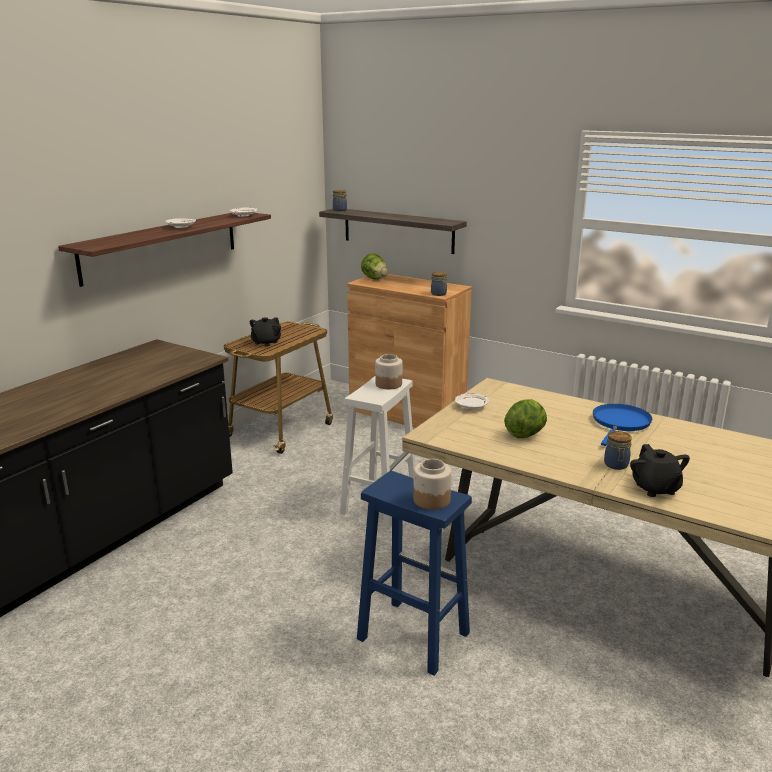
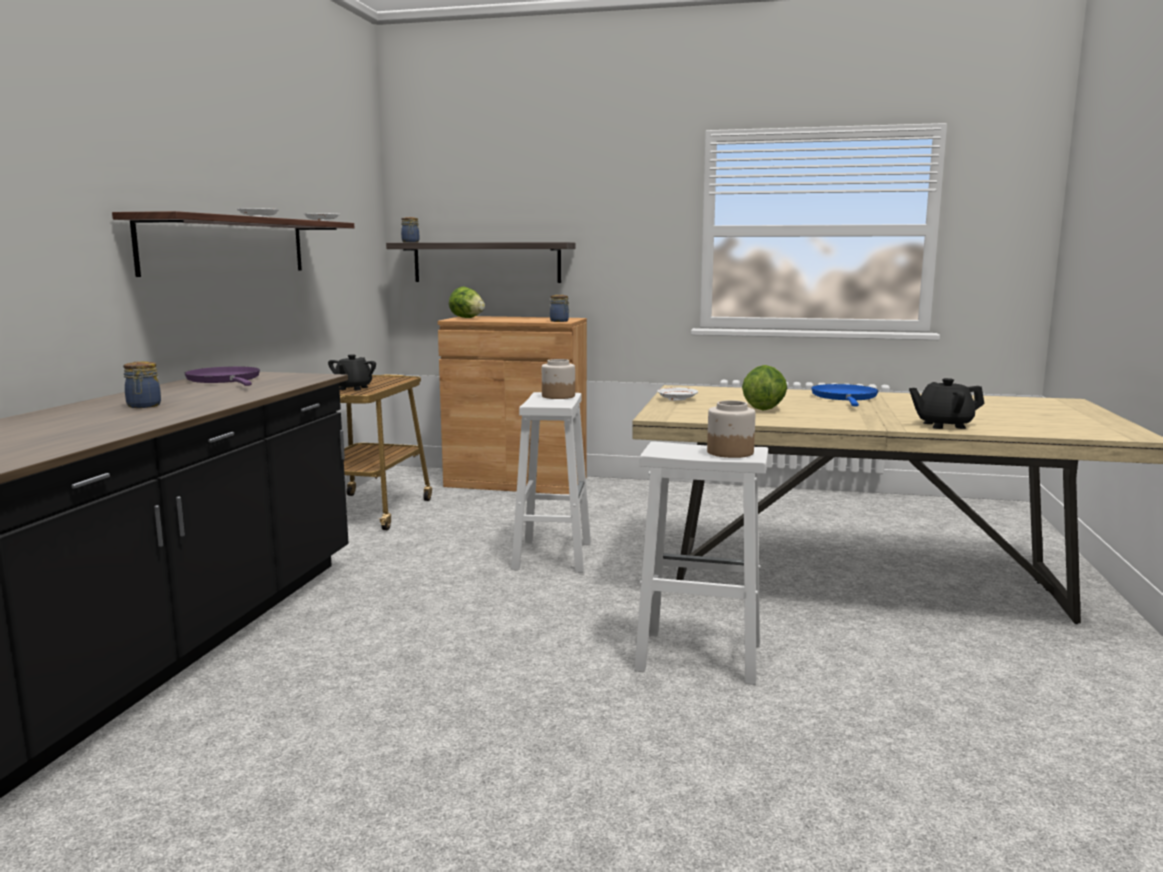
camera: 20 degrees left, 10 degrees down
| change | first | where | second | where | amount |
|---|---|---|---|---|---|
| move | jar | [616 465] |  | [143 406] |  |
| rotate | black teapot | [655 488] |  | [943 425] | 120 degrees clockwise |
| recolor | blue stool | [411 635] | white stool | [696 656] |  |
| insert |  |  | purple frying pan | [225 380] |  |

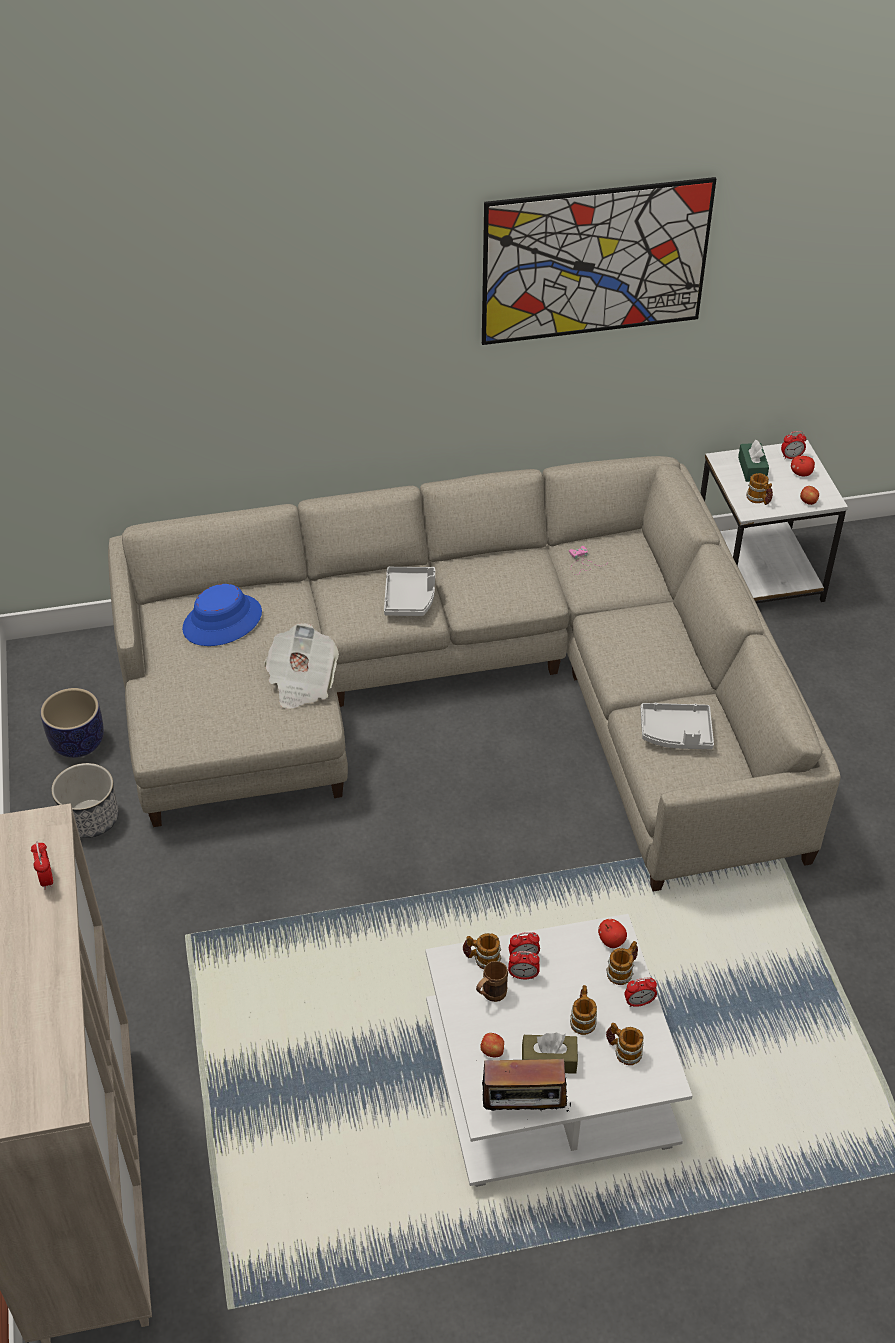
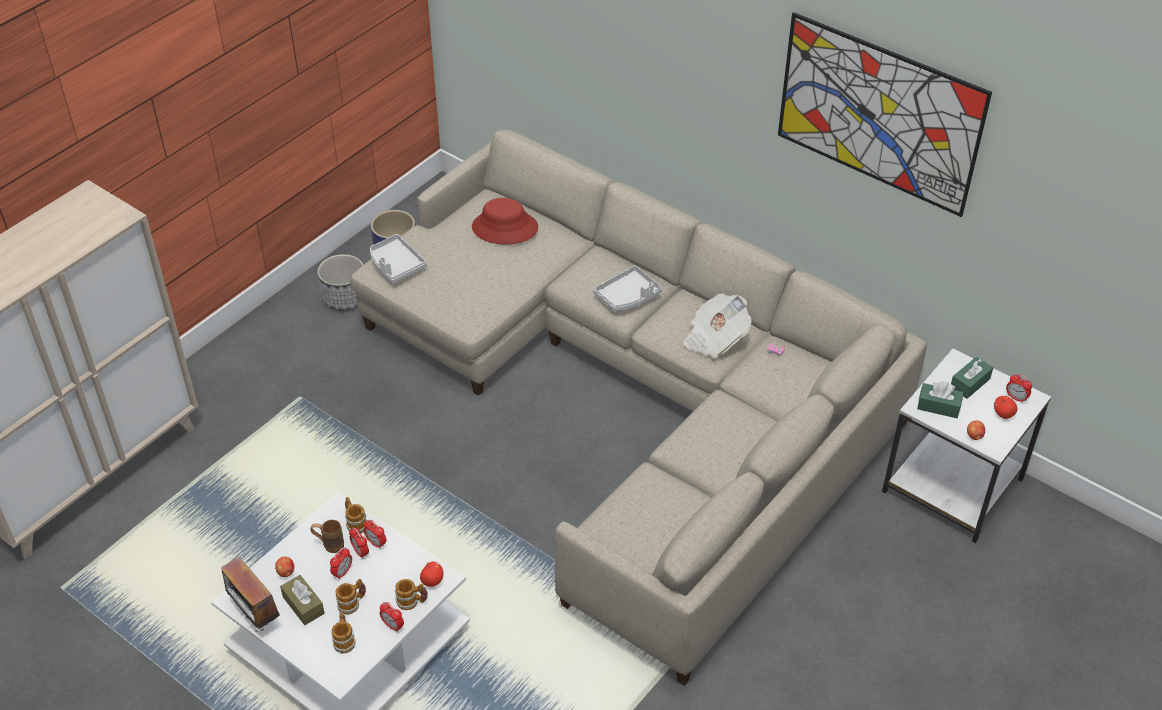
camera: 50 degrees right, 0 degrees up
| change | first | where | second | where | amount |
|---|---|---|---|---|---|
| replace | mug | [759 499] | green tissue box | [938 406] |  |
| recolor | blue hat | [222 621] | red hat | [505 228] |  |
| move | newspaper | [301 682] |  | [715 338] |  |
| move | grey tray | [676 733] |  | [396 265] |  |
| move | alarm clock | [46 879] |  | [342 572] |  |

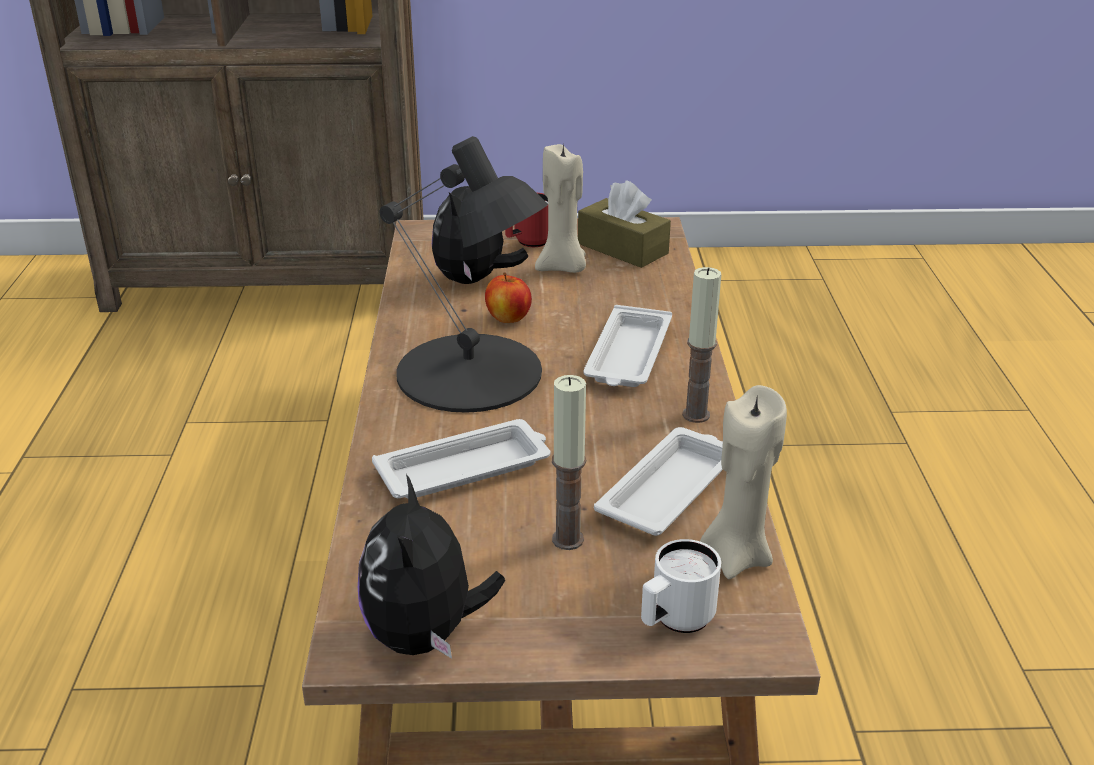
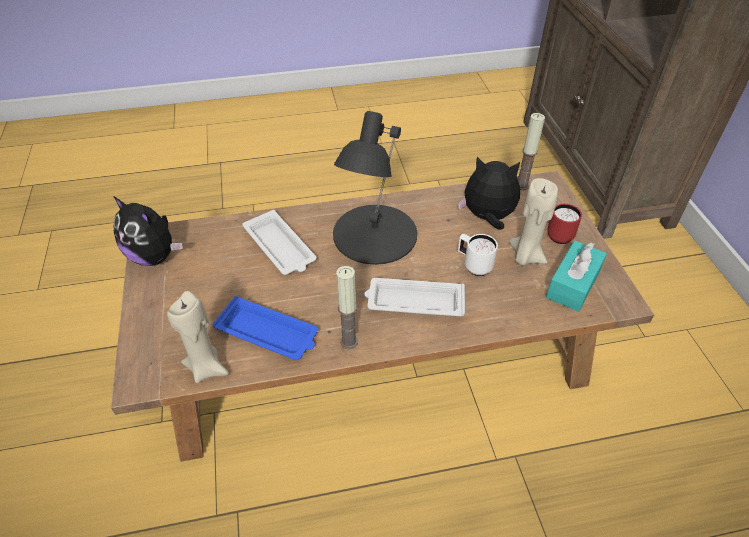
camera: 80 degrees right, 15 degrees up
| change | first | where | second | where | amount |
|---|---|---|---|---|---|
| recolor | brown tissue box | [622 248] | turquoise tissue box | [573 284] |  |
| delete | apple | [508 318] |  |  |  |
| move | candle | [567 539] |  | [522 185] |  |
| recolor | white tray | [669 488] | blue tray | [268 333] |  |
| rotate | plush toy | [426 635] |  | [154 256] | 135 degrees counterclockwise |
| move | white mug | [675 621] |  | [473 265] |  |

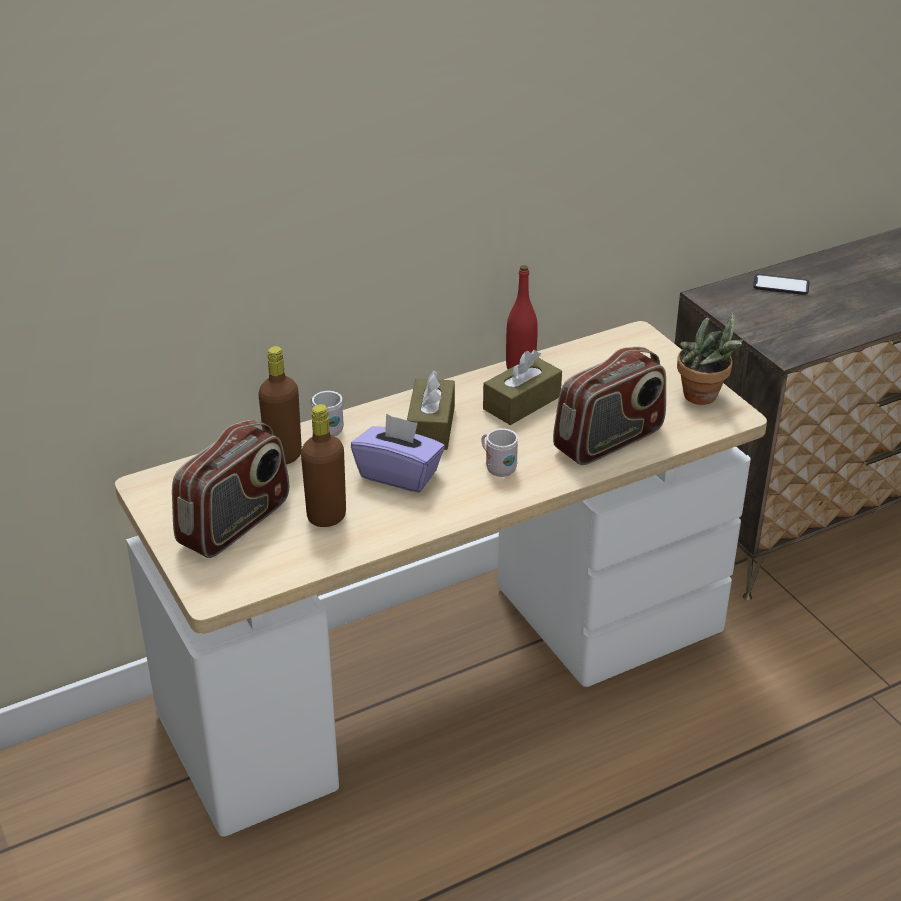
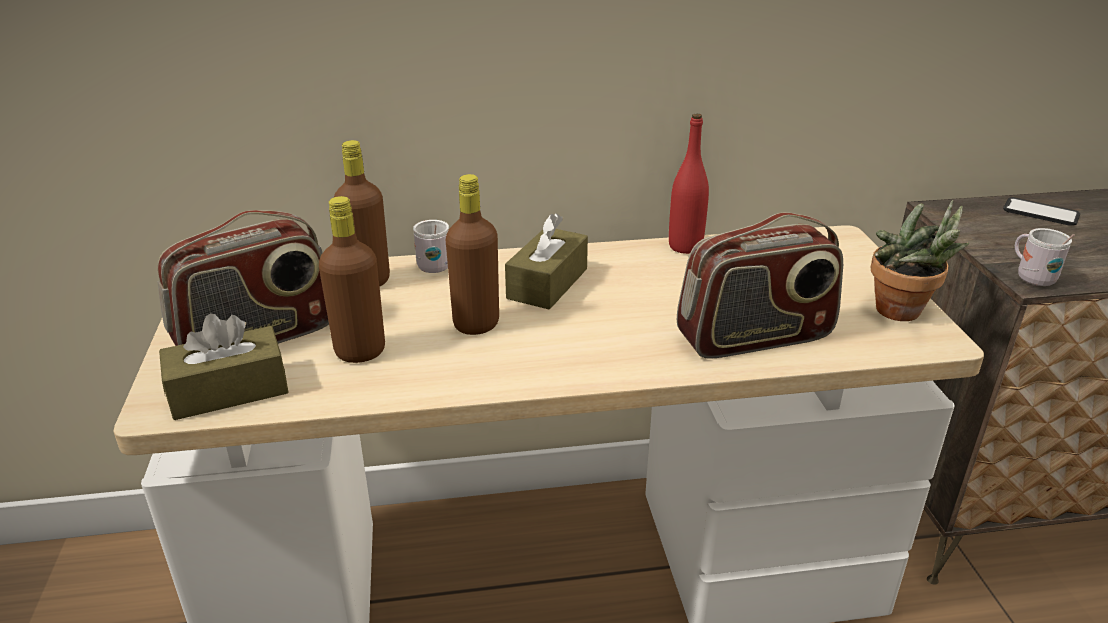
camera: 20 degrees right, 5 degrees down
| change | first | where | second | where | amount |
|---|---|---|---|---|---|
| move | brown tissue box | [522 403] |  | [229 391] |  |
| replace | purple tissue box | [399 474] | brown bottle | [476 324] |  |
| move | white mug | [497 467] |  | [1031 277] |  |

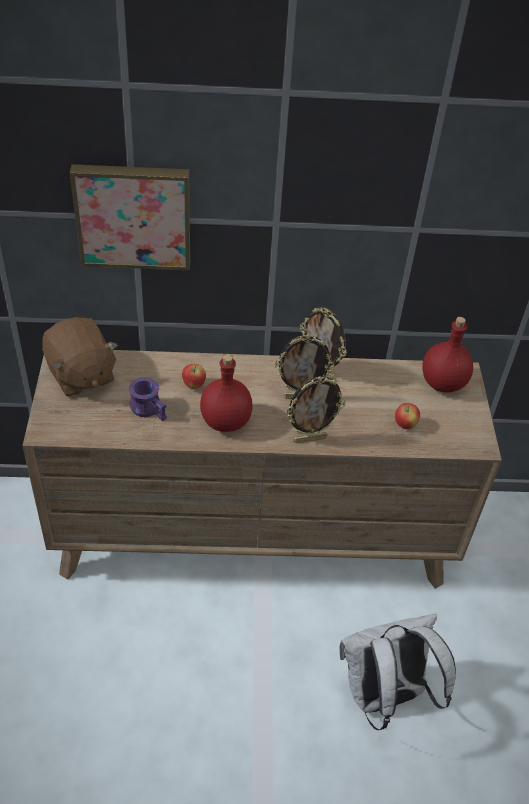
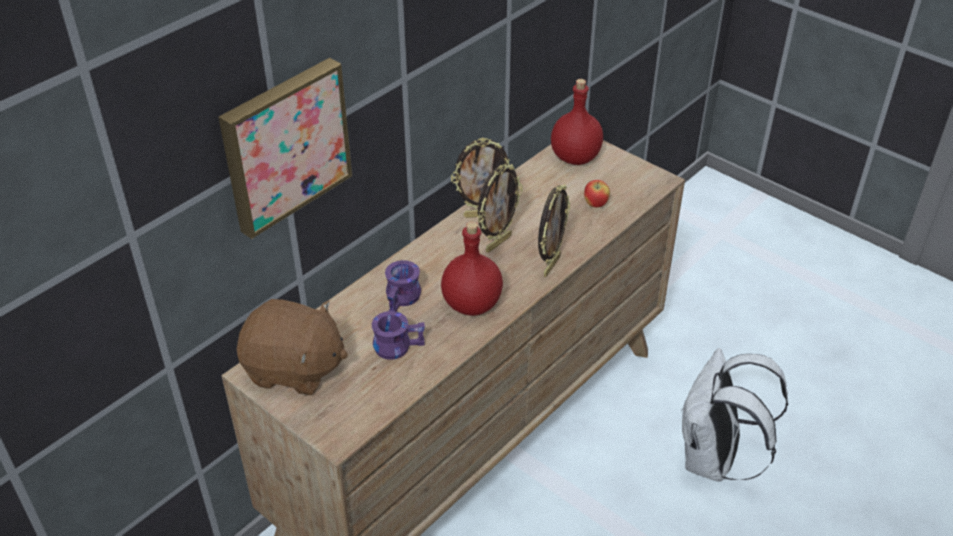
camera: 45 degrees left, 5 degrees down
| change | first | where | second | where | amount |
|---|---|---|---|---|---|
| replace | apple | [193 385] | purple mug | [404 299] |  |

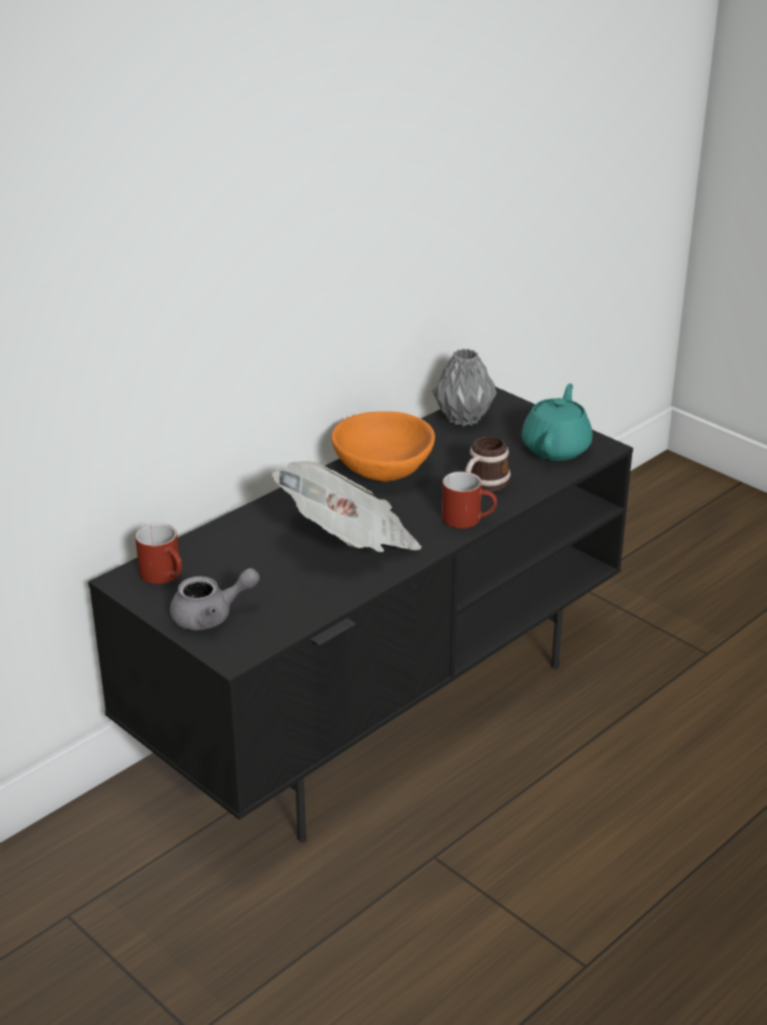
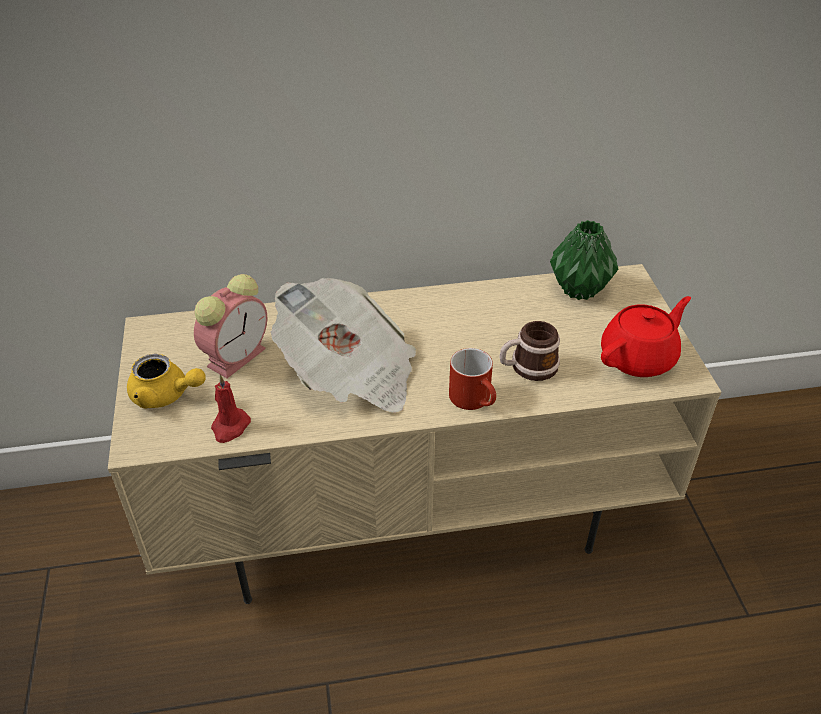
camera: 35 degrees right, 10 degrees up
| change | first | where | second | where | amount |
|---|---|---|---|---|---|
| recolor | grey vase | [462 419] | green vase | [578 290] |  |
| recolor | turquoise teapot | [556 447] | red teapot | [639 358] |  |
| recolor | black tv stand | [380 706] | beige tv stand | [411 511] |  |
| delete | orange bowl | [383 471] |  |  |  |
| delete | red mug | [166 575] |  |  |  |
| recolor | grey teapot | [211 616] | yellow teapot | [166 395] |  |
| insert |  |  | alarm clock | [238 356] |  |
| insert |  |  | red candle | [230 427] |  |

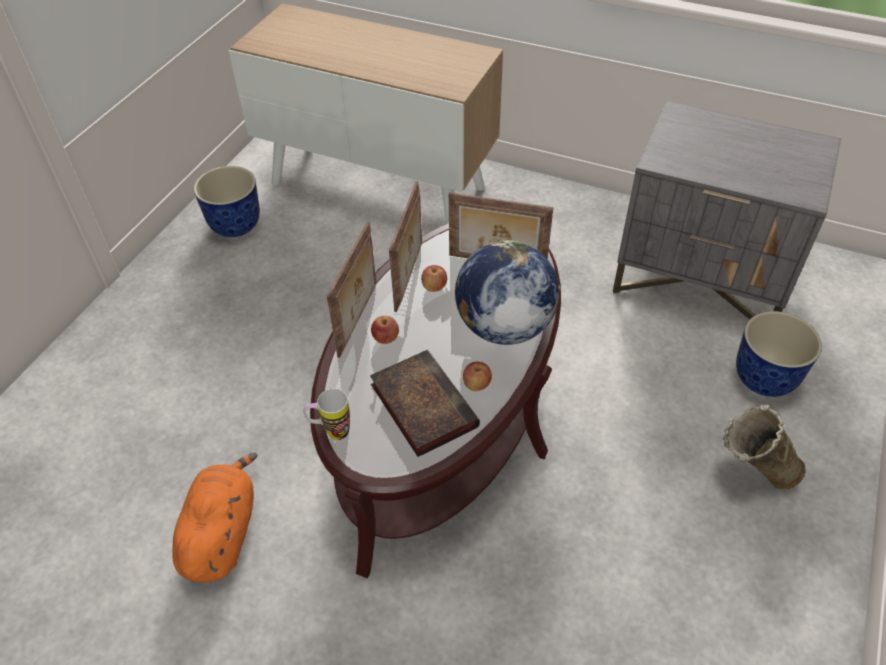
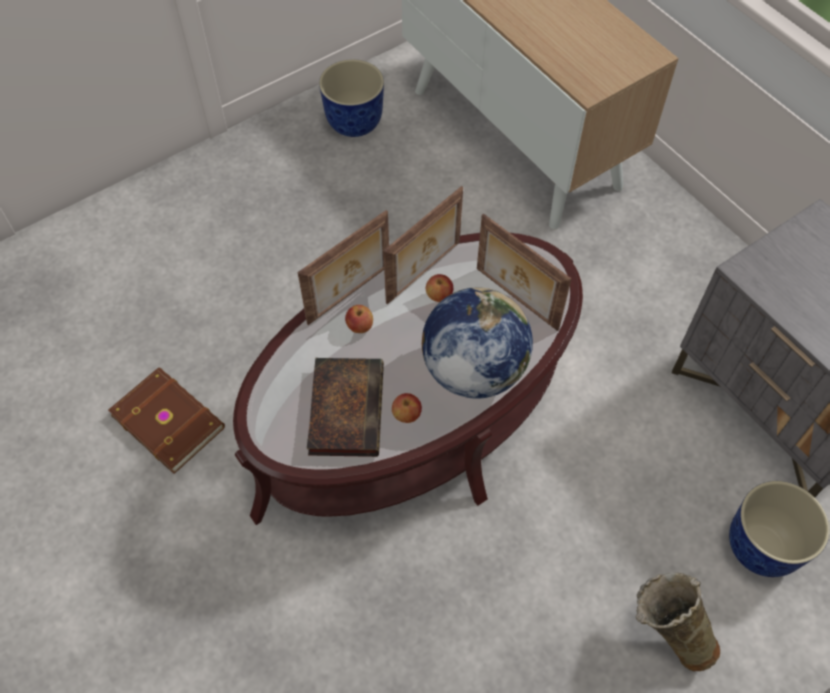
camera: 30 degrees right, 10 degrees up
| change | first | where | second | where | amount |
|---|---|---|---|---|---|
| delete | mug | [330 432] |  |  |  |
| replace | orange plush toy | [222 533] | brown book | [169 420] |  |

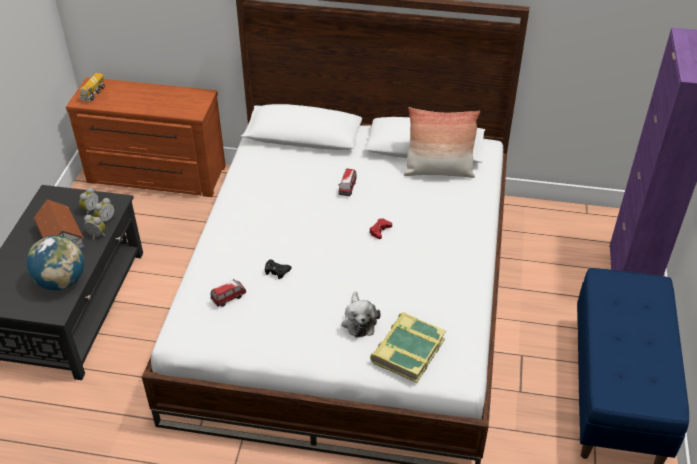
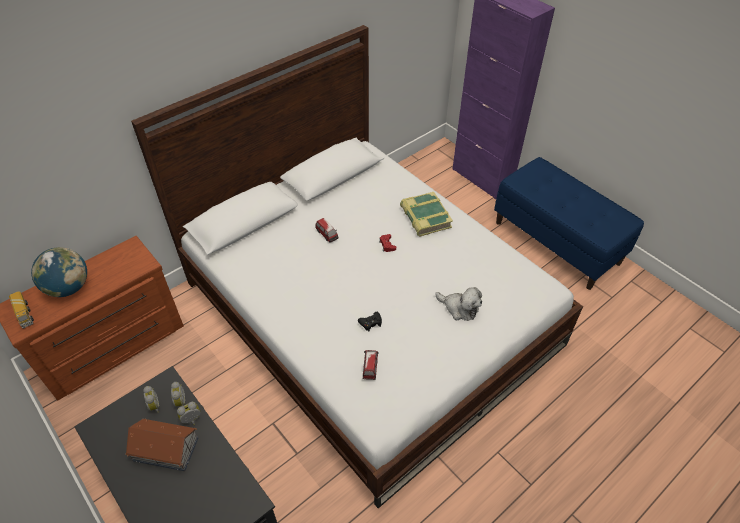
camera: 50 degrees left, 5 degrees up
| change | first | where | second | where | amount |
|---|---|---|---|---|---|
| delete | pillow | [438 171] |  |  |  |
| move | globe | [61 281] |  | [69 287] |  |
| move | book | [407 350] |  | [425 217] |  |

